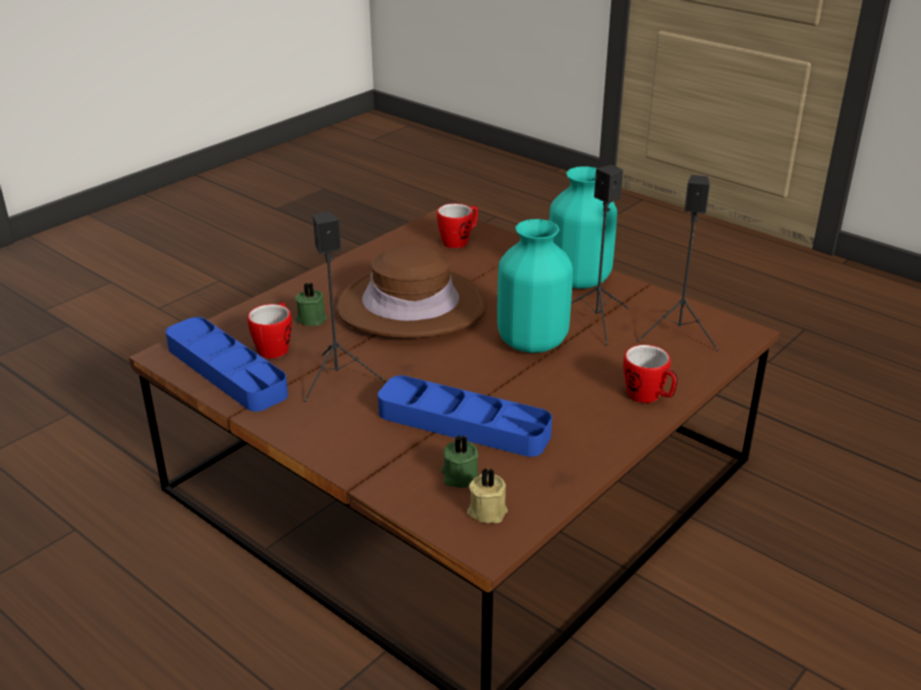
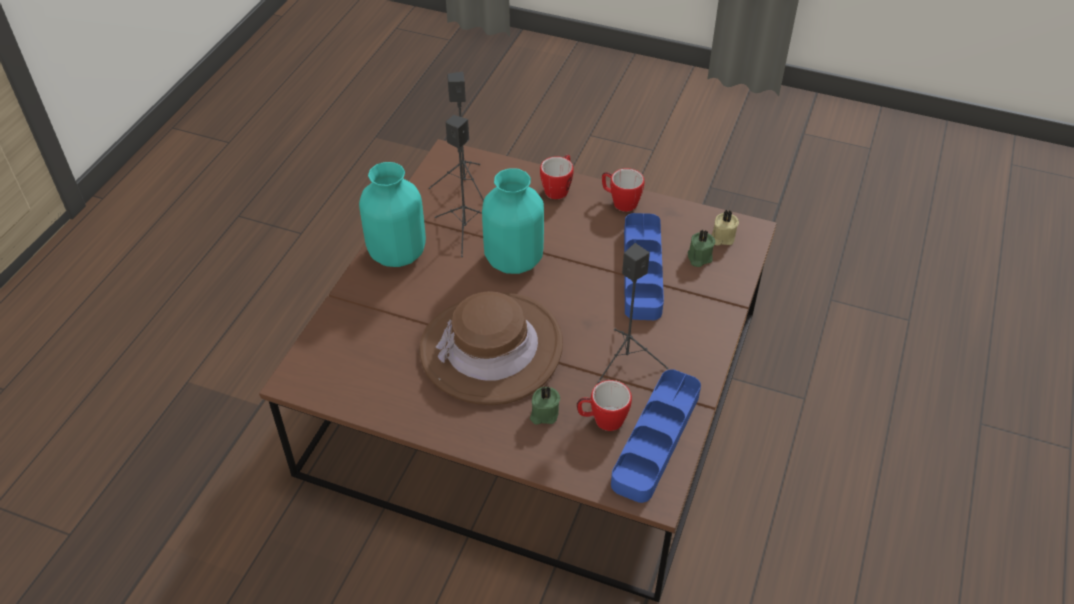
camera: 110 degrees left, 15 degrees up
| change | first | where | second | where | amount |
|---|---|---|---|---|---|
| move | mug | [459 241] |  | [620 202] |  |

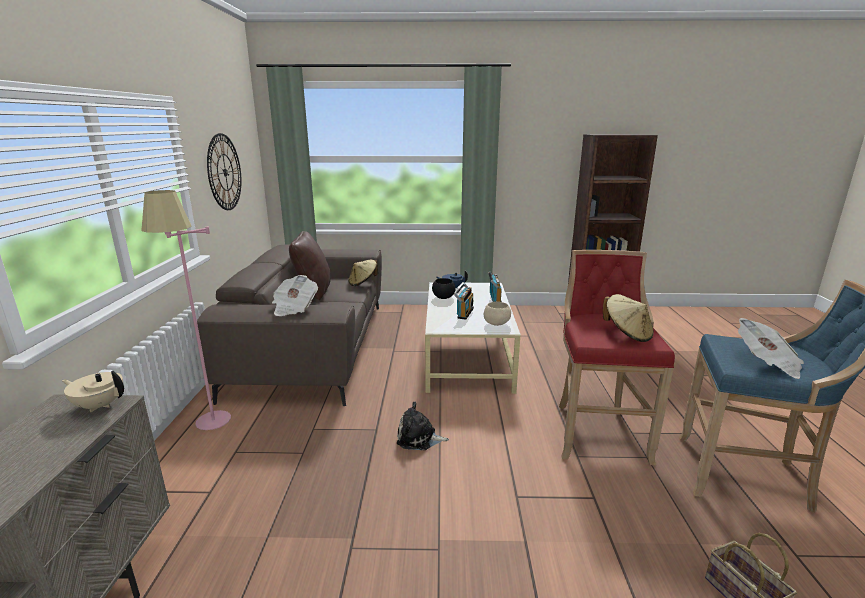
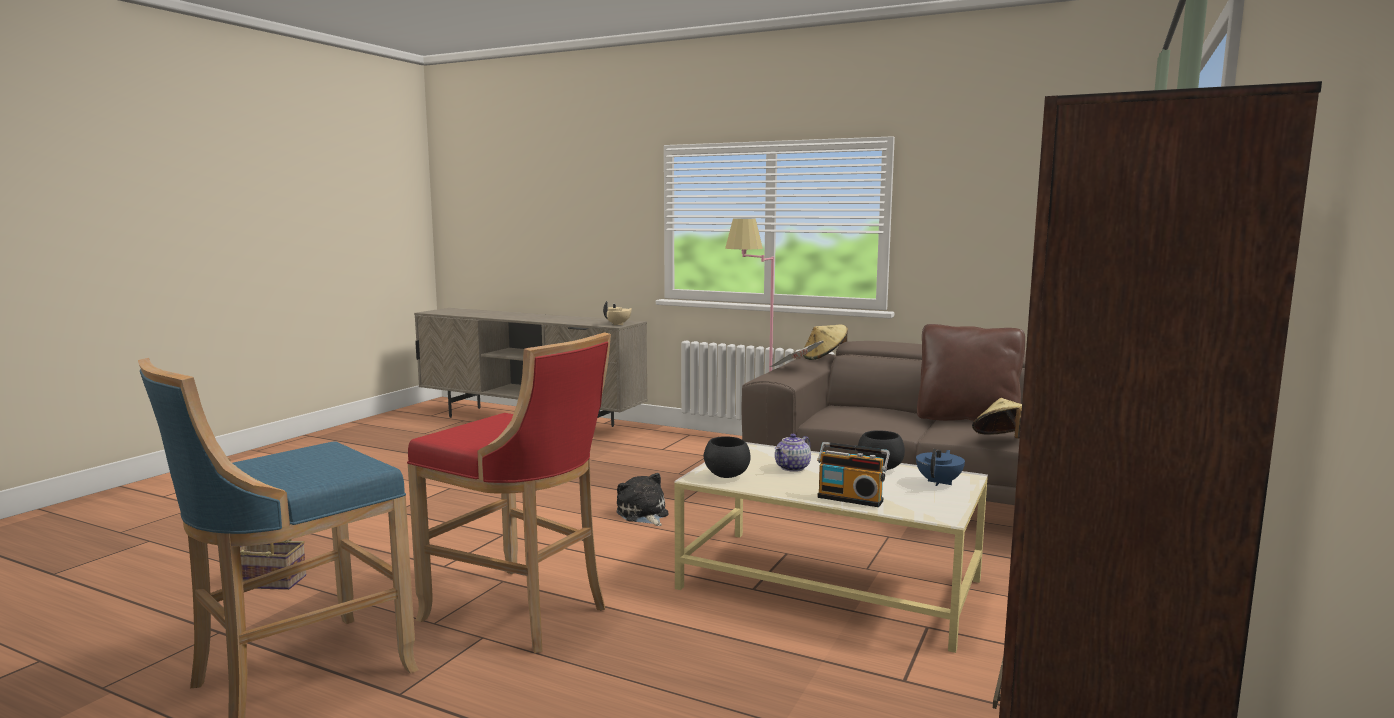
camera: 115 degrees right, 10 degrees down
| change | first | where | second | where | amount |
|---|---|---|---|---|---|
| delete | wall clock | [225 172] |  |  |  |
| replace | radio | [464 313] | teapot | [793 467] |  |
| move | beige hat | [627 334] |  | [824 358] |  |
| recolor | beige bowl | [497 324] | black bowl | [726 476] |  |
| delete | newspaper | [767 363] |  |  |  |
| rotate | plush toy | [419 438] |  | [643 514] | 60 degrees counterclockwise |

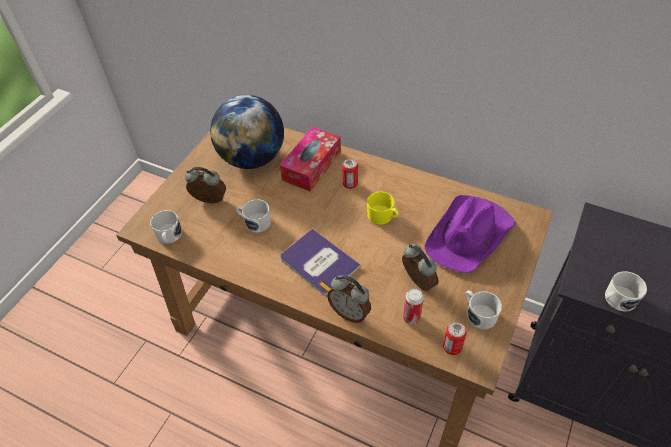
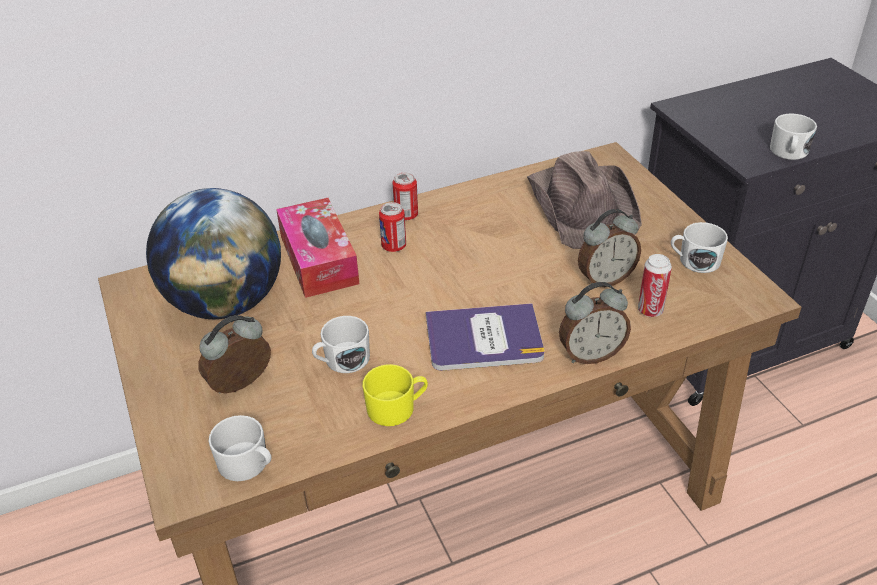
camera: 50 degrees left, 10 degrees down
| change | first | where | second | where | amount |
|---|---|---|---|---|---|
| move | yellow mug | [383 216] |  | [397 408] |  |
| recolor | purple hat | [470 235] | brown hat | [583 206] |  |
| rotate | alarm clock | [417 283] |  | [605 279] | 150 degrees clockwise |
| move | can | [452 347] |  | [406 215] |  |

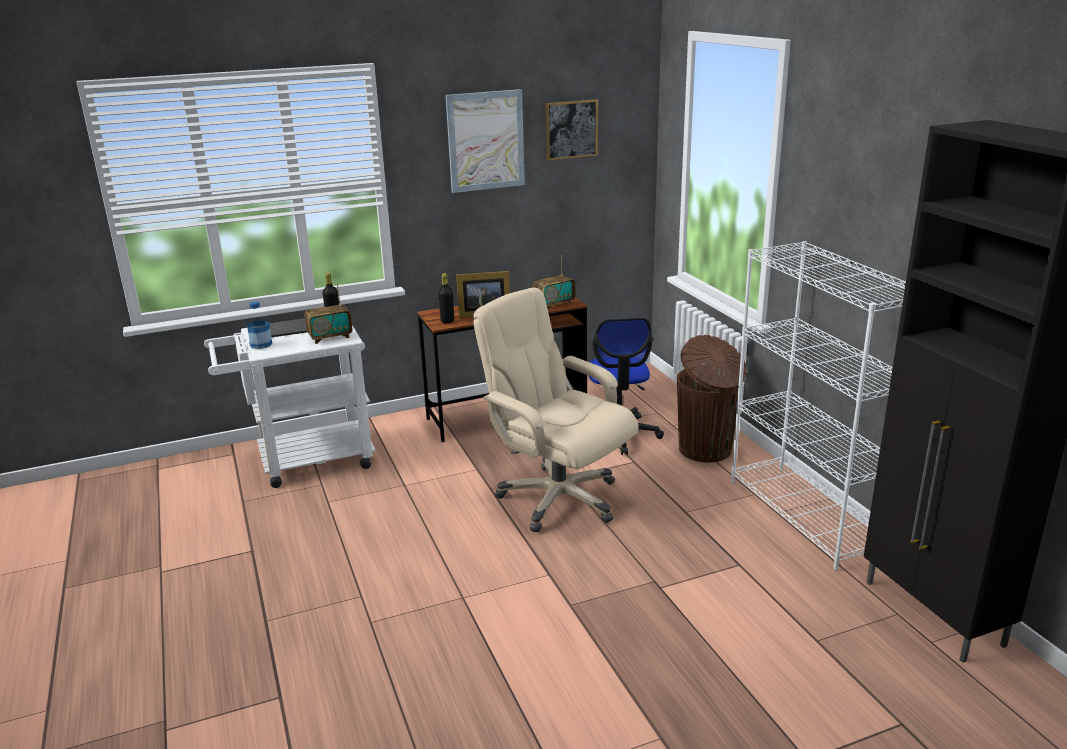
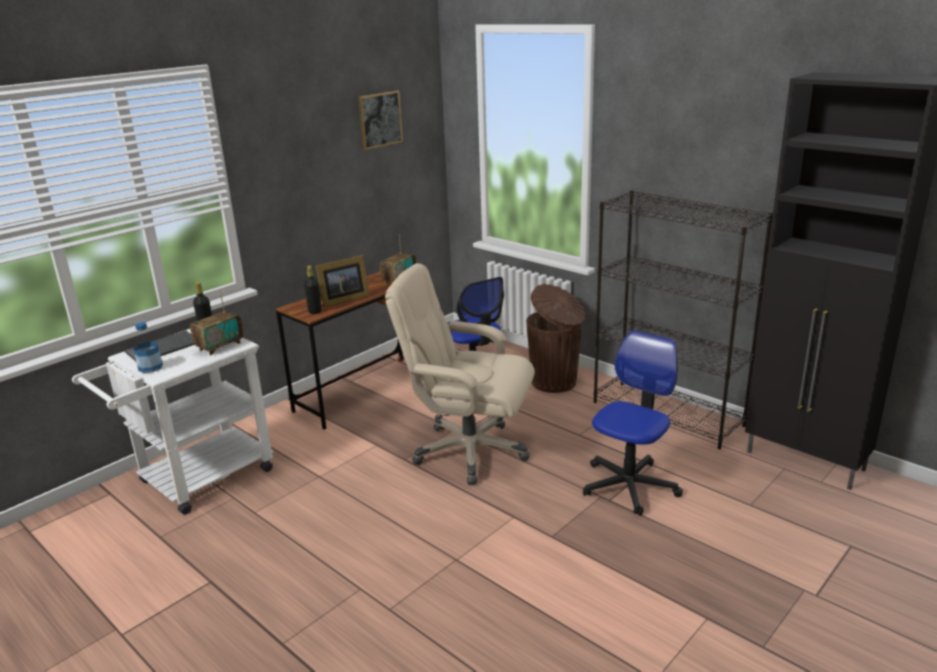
camera: 25 degrees left, 0 degrees up
| change | first | where | second | where | amount |
|---|---|---|---|---|---|
| delete | picture | [485 141] |  |  |  |
| recolor | white bookcase | [807 515] | black bookcase | [668 414] |  |
| insert |  |  | office chair | [629 486] |  |

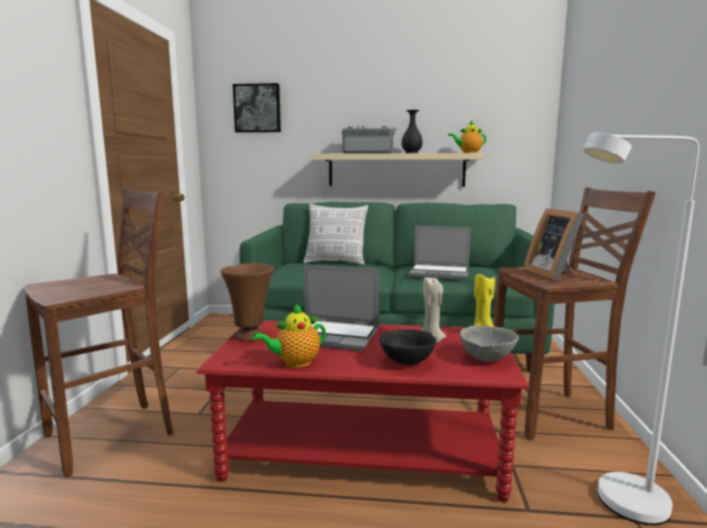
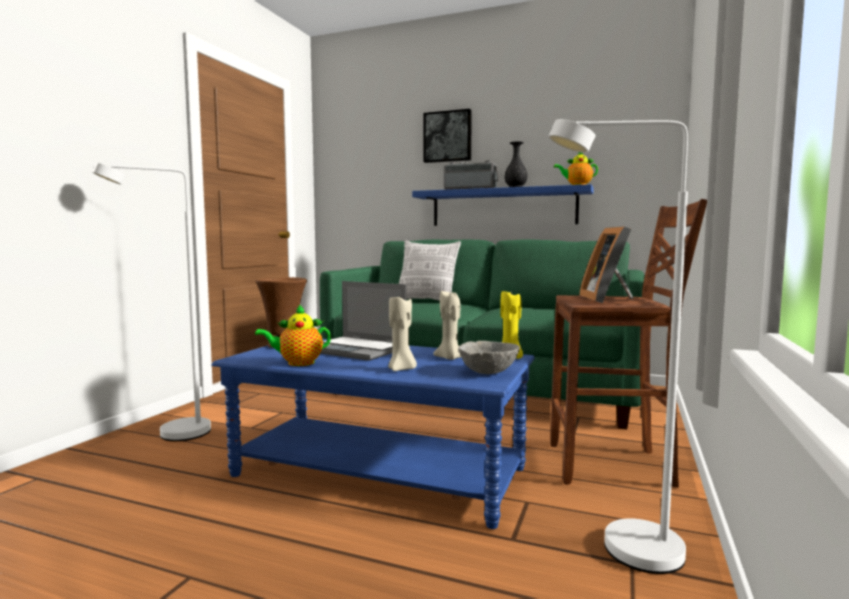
camera: 15 degrees right, 5 degrees down
| change | first | where | second | where | amount |
|---|---|---|---|---|---|
| move | picture | [257 108] |  | [448 137] |  |
| recolor | beige shelf | [396 170] | blue shelf | [503 207] |  |
| replace | brown stool | [114 435] | white floor lamp | [170 435] |  |
| delete | laptop | [440 273] |  |  |  |
| recolor | red coffee table | [363 452] | blue coffee table | [379 473] |  |
| replace | black bowl | [406 362] | beige candle | [401 369] |  |

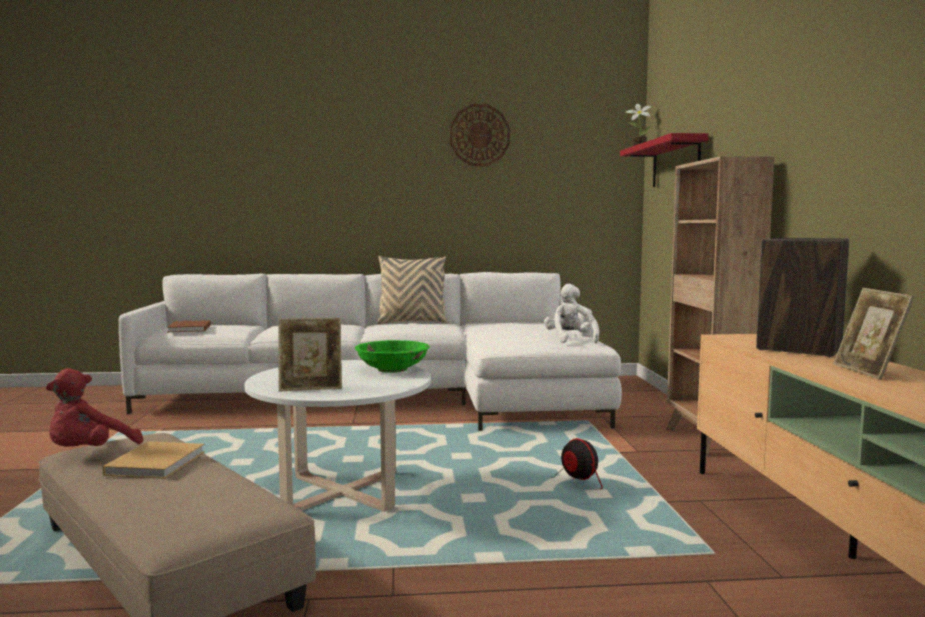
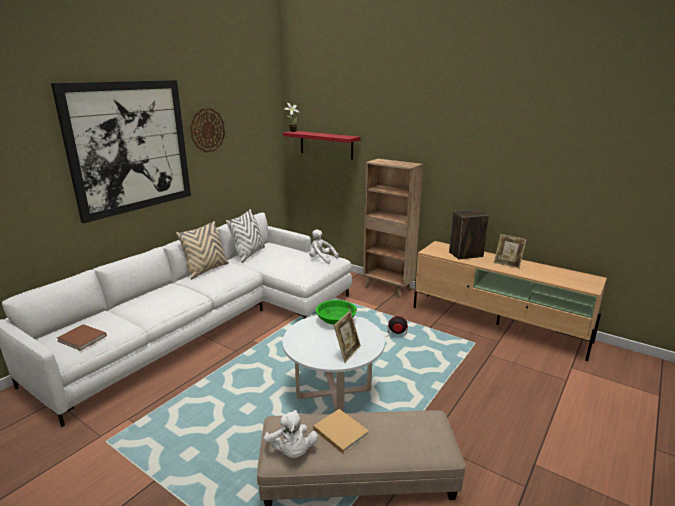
camera: 50 degrees left, 15 degrees up
| change | first | where | second | where | amount |
|---|---|---|---|---|---|
| recolor | red plush toy | [89 453] | white plush toy | [291 452] |  |
| insert |  |  | picture | [130 147] |  |
| insert |  |  | white pillow | [249 254] |  |

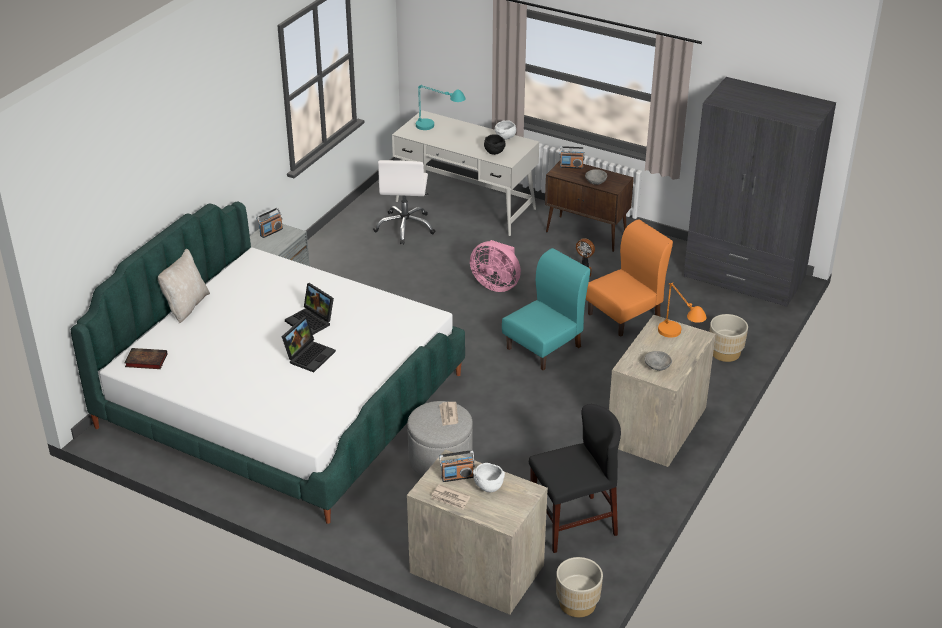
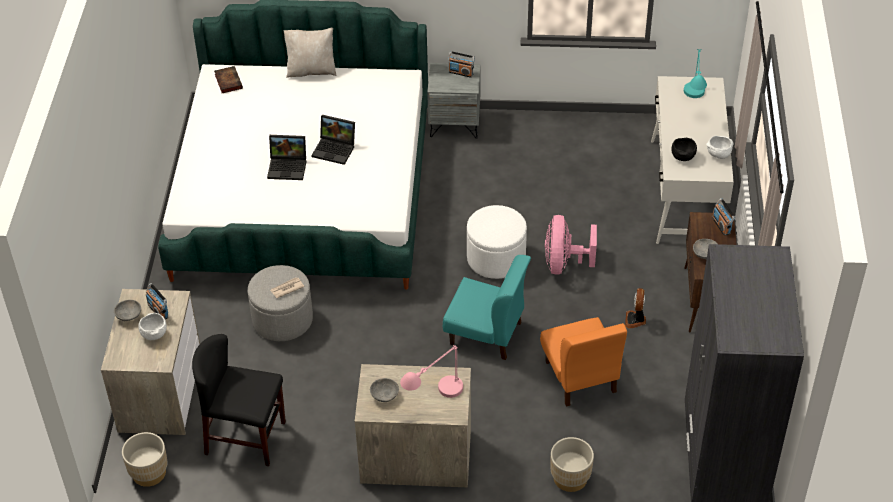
camera: 65 degrees right, 10 degrees up
| change | first | where | second | where | amount |
|---|---|---|---|---|---|
| delete | white office chair | [405 227] |  |  |  |
| rotate | orange chair | [625 315] |  | [580 377] | 45 degrees clockwise |
| rotate | laptop | [311 321] |  | [335 149] | 90 degrees counterclockwise |
| recolor | orange table lamp | [678 342] | pink table lamp | [434 400] |  |
| rotate | black chair | [573 524] |  | [245 438] | 150 degrees clockwise |
| replace | newspaper | [450 498] | grey bowl | [129 316] |  |
| insert |  |  | white ottoman | [496 258] |  |

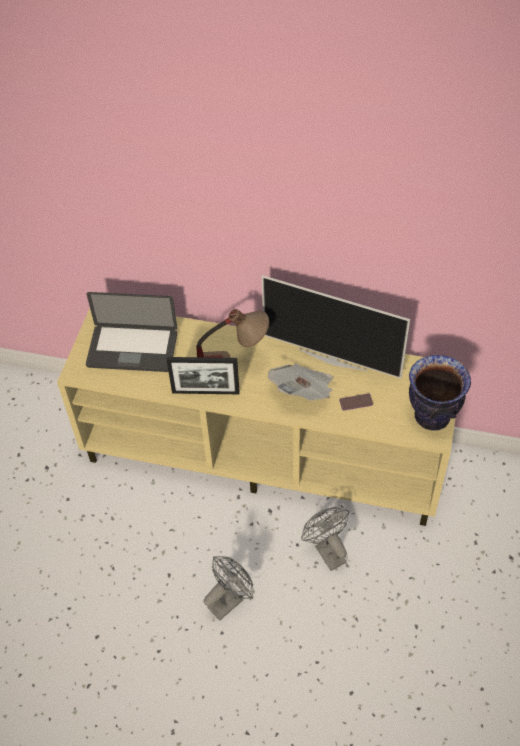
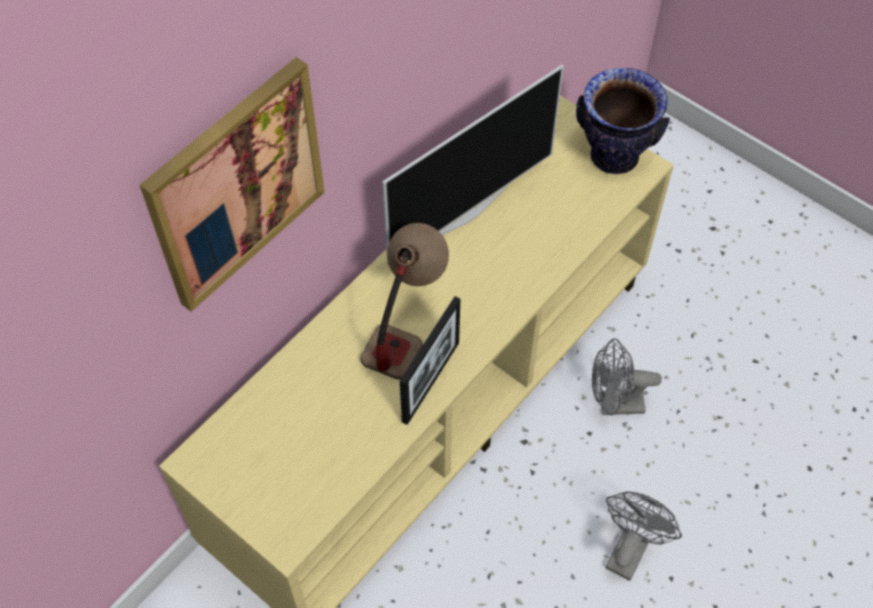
camera: 65 degrees left, 5 degrees up
| change | first | where | second | where | amount |
|---|---|---|---|---|---|
| delete | laptop | [132 349] |  |  |  |
| delete | newspaper | [303 391] |  |  |  |
| delete | phone | [356 402] |  |  |  |
| rotate | grey fan | [229 600] |  | [629 548] | 45 degrees clockwise |
| insert |  |  | picture | [236 185] |  |

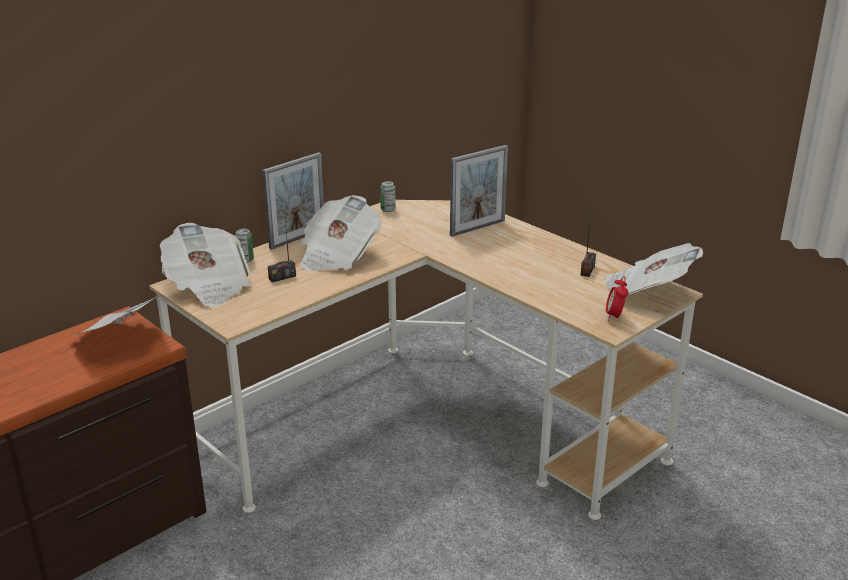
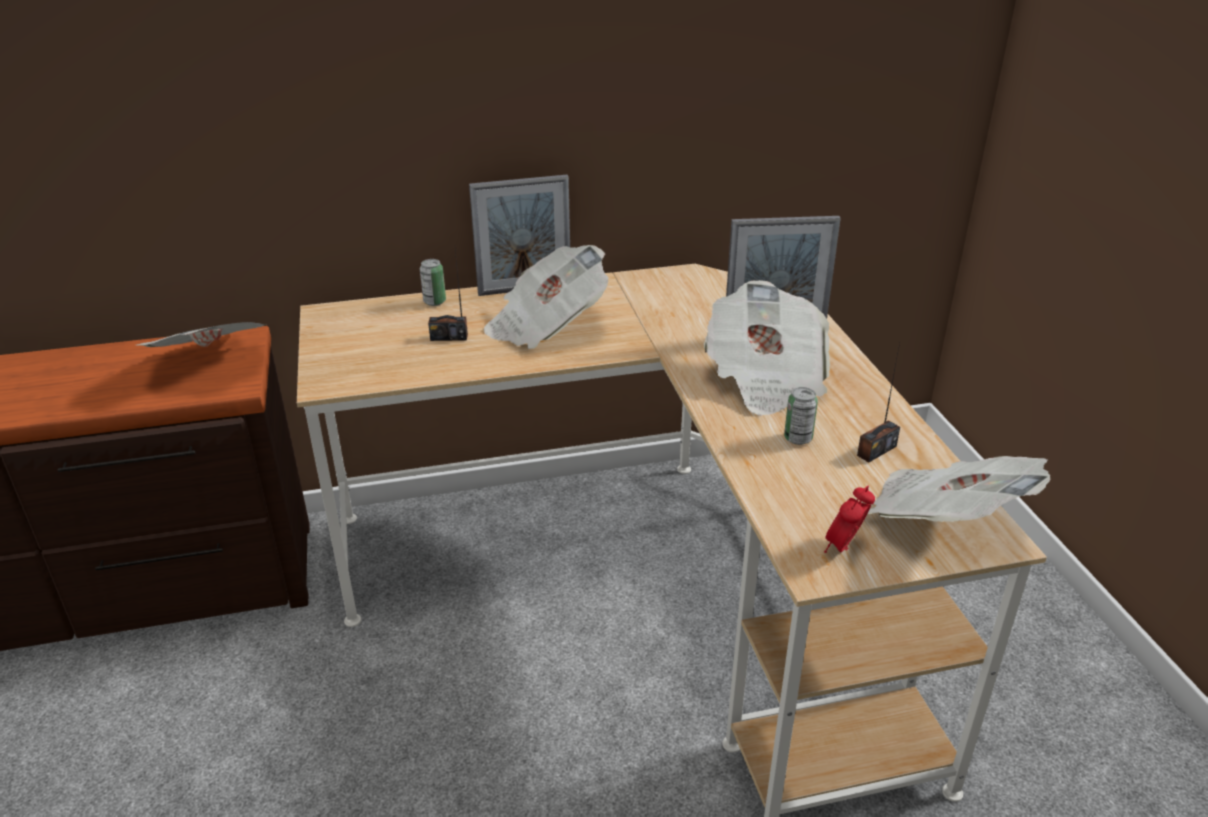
camera: 30 degrees right, 5 degrees up
| change | first | where | second | where | amount |
|---|---|---|---|---|---|
| move | can | [388 210] |  | [798 438] |  |
| move | newspaper | [208 286] |  | [765 379] |  |

